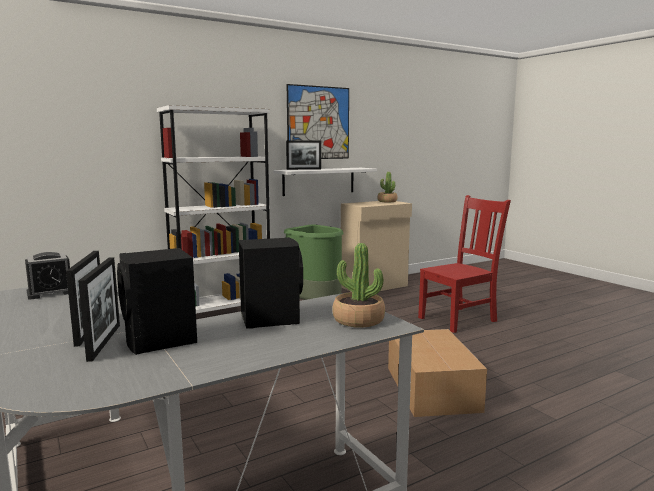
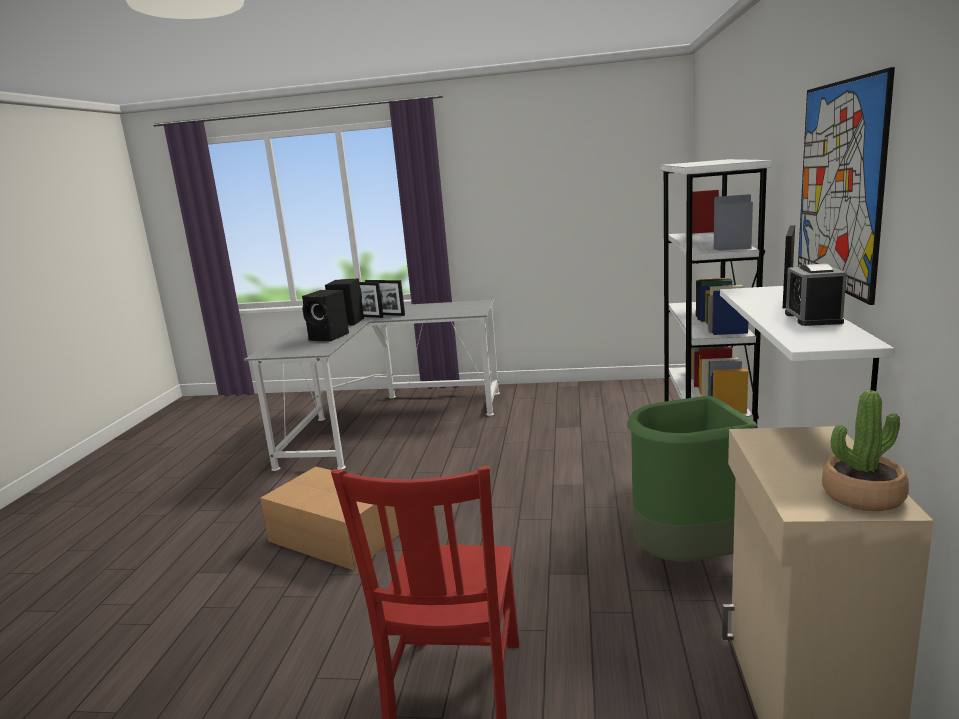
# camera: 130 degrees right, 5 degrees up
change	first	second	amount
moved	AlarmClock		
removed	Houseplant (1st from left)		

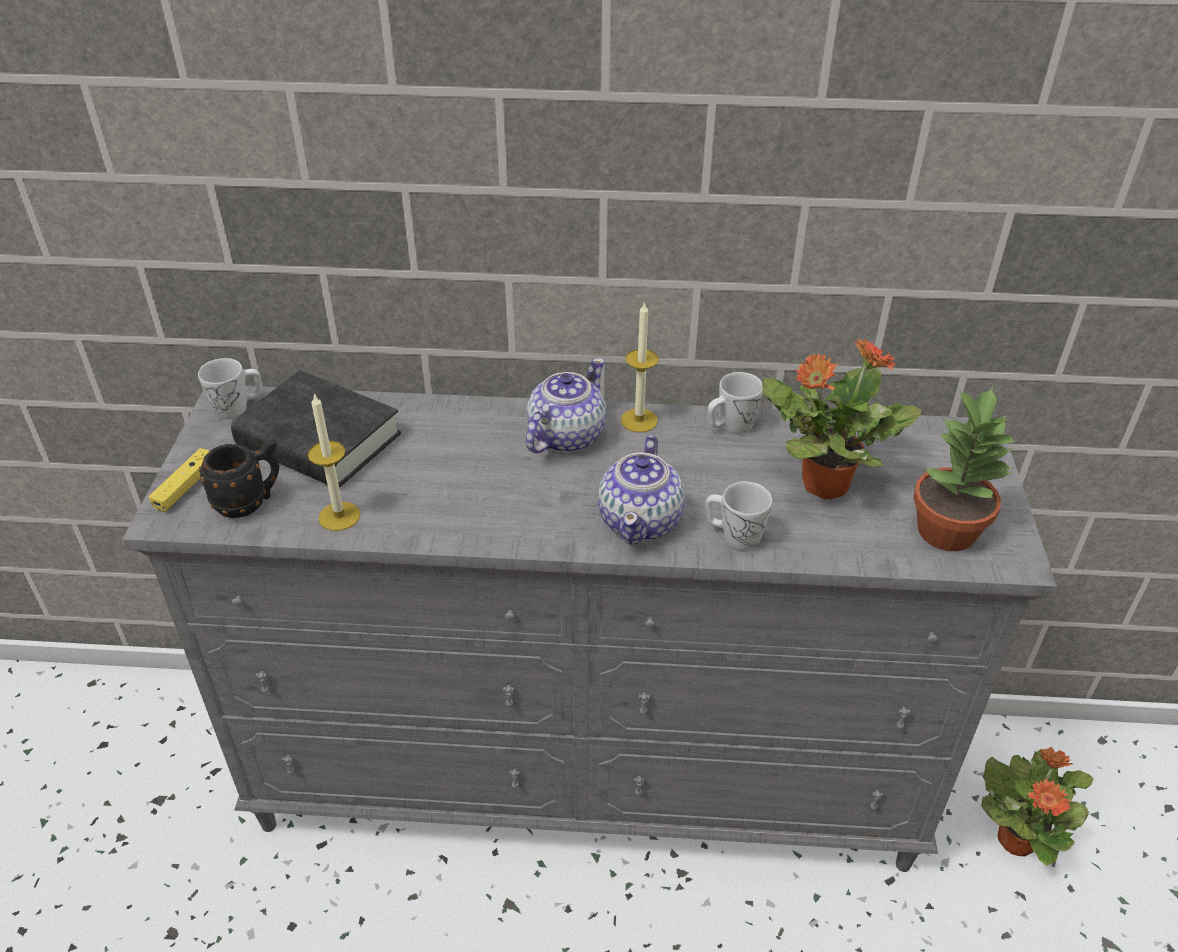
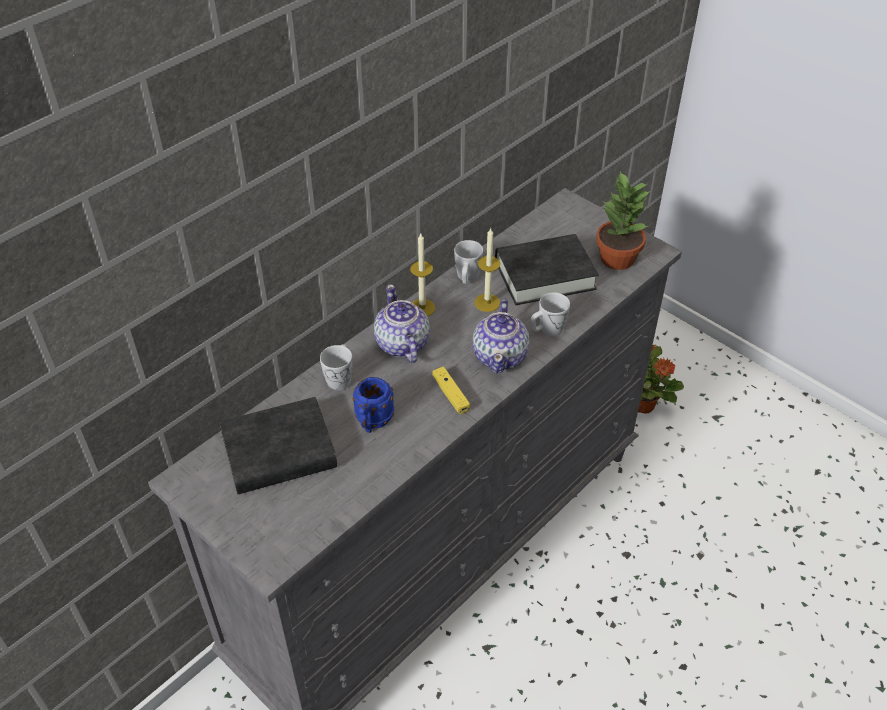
# camera: 50 degrees left, 5 degrees up
change	first	second	amount
moved	YellowColouredJoypad		
moved	WhiteMug (1st from left)		
removed	BlackishMug		
moved	Candle (1st from left in the first image)	Candle (2nd from left)	
turned	Teapot (2nd from left)		45 degrees clockwise
replaced	Houseplant (1st from left)	BlackishVolume (2nd from left)	
added		BlueColouredMug	

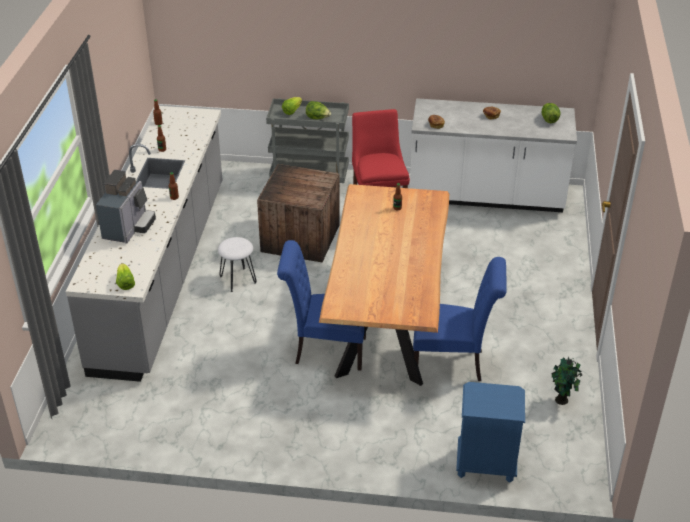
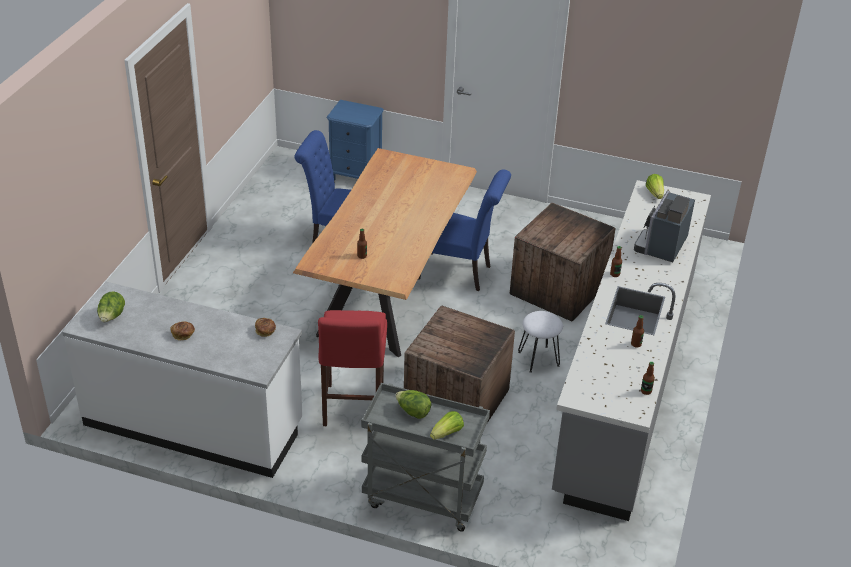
# camera: 170 degrees left, 0 degrees up
change	first	second	amount
removed	Houseplant		
added		PackingCrate (2nd from left)	

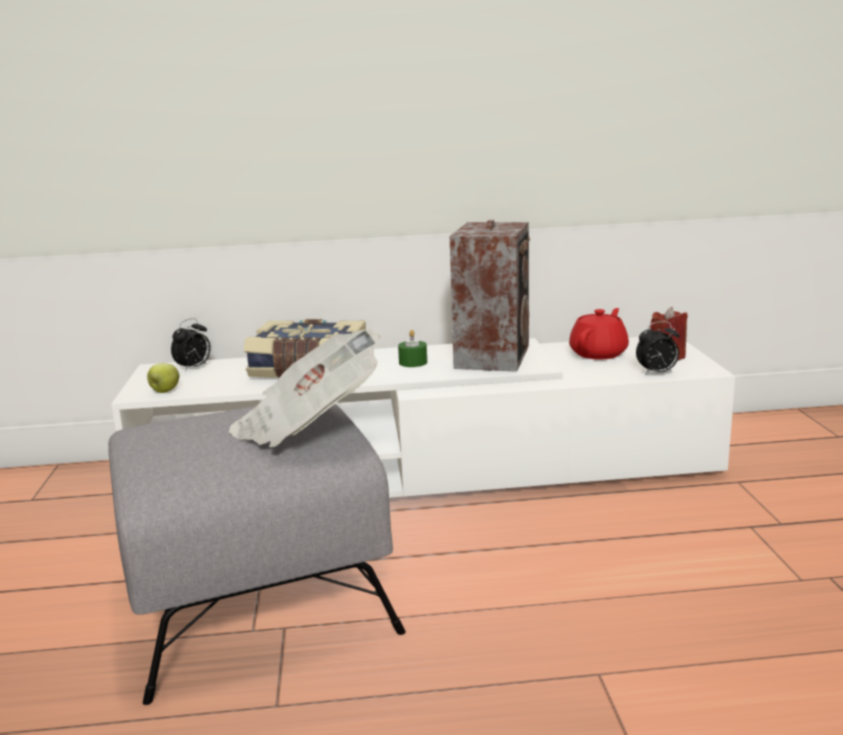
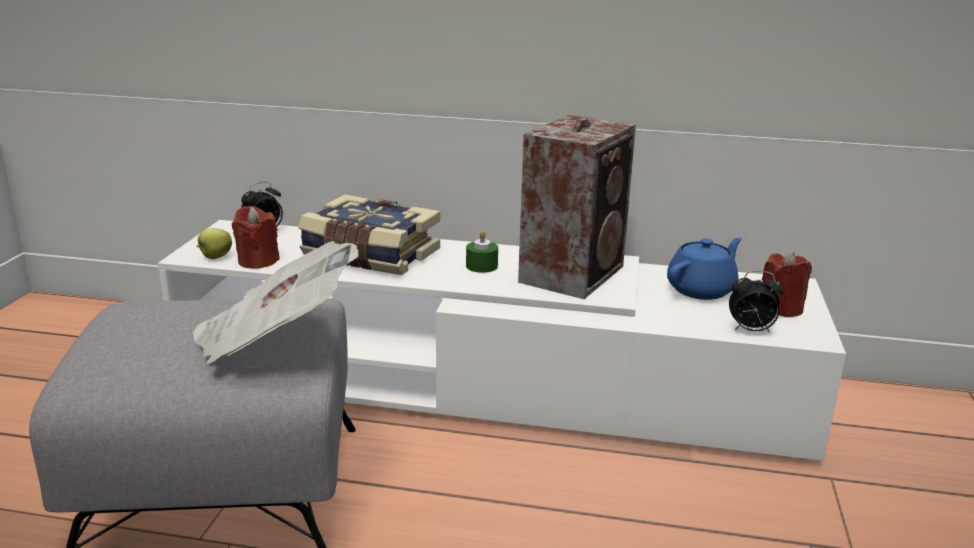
# camera: 15 degrees right, 5 degrees up
change	first	second	amount
recoloured	ReddishTeapot	BlueColouredTeapot	
added		ReddishCandle (1st from left)	

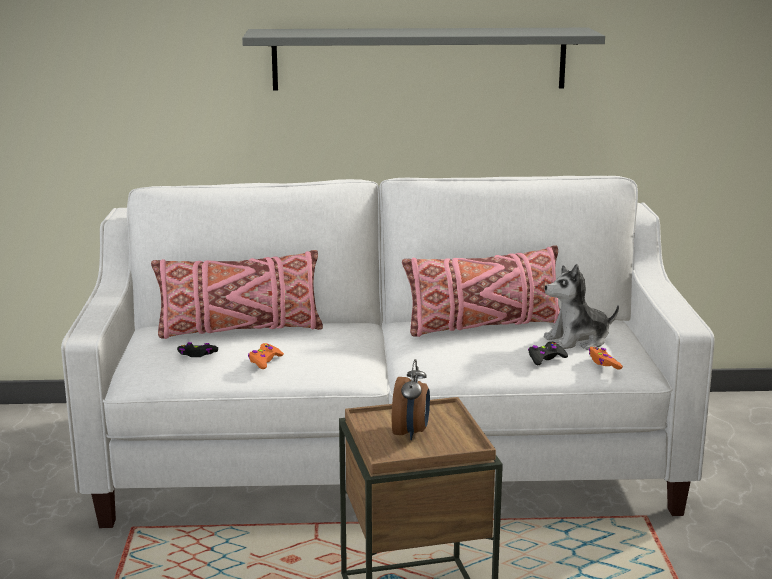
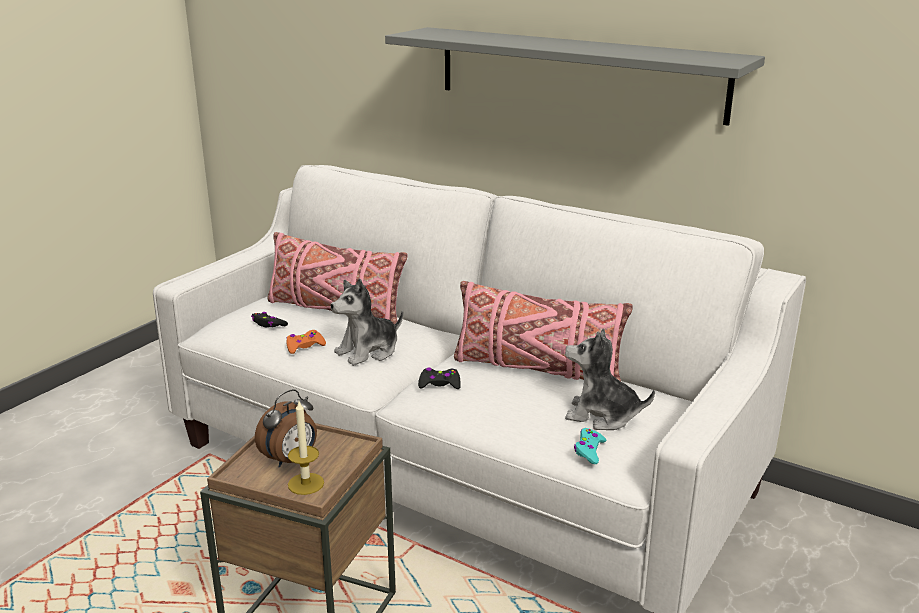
# camera: 35 degrees right, 5 degrees up
change	first	second	amount
moved	BlackishJoypad (2nd from left)		
recoloured	OrangeJoypad (2nd from left)	BlueGreenJoypad	
added		Candle	
added		SoftToy (1st from left)	

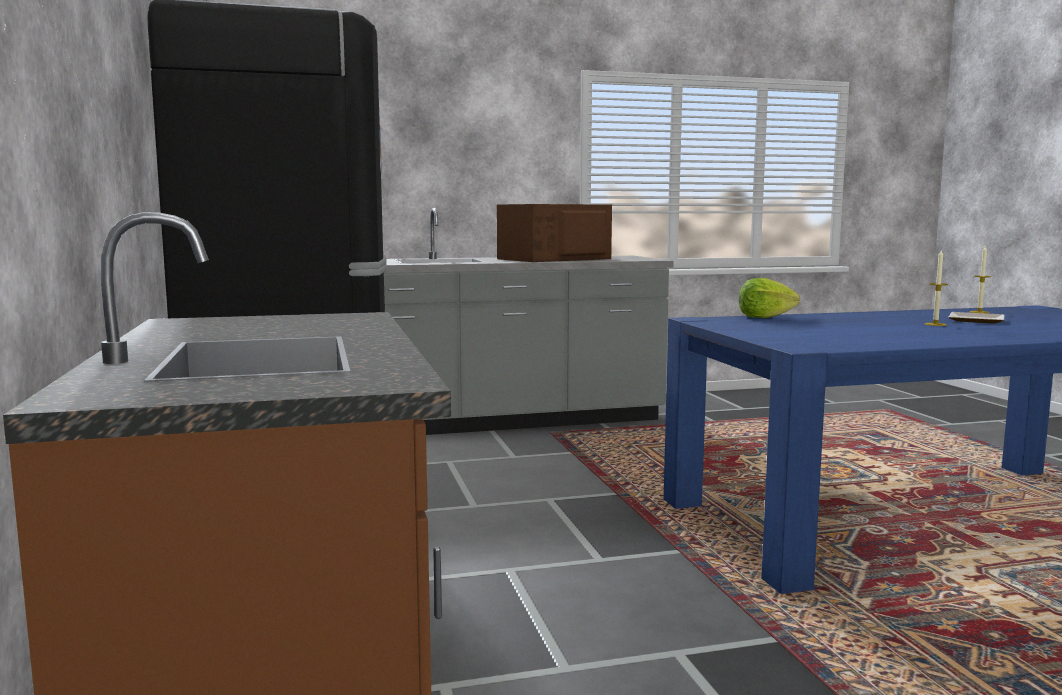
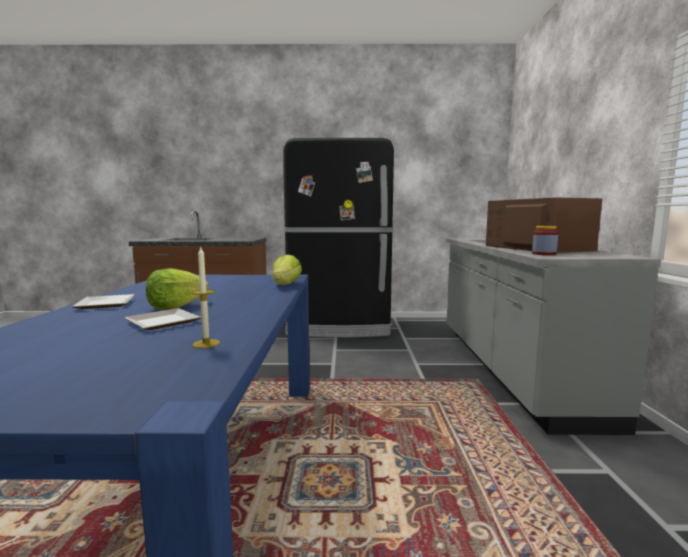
# camera: 105 degrees right, 0 degrees up
change	first	second	amount
replaced	Candle (1st from left)	LettuceHead (1st from left)	
added		DinnerPlate (1st from left)	
added		PreserveJar	

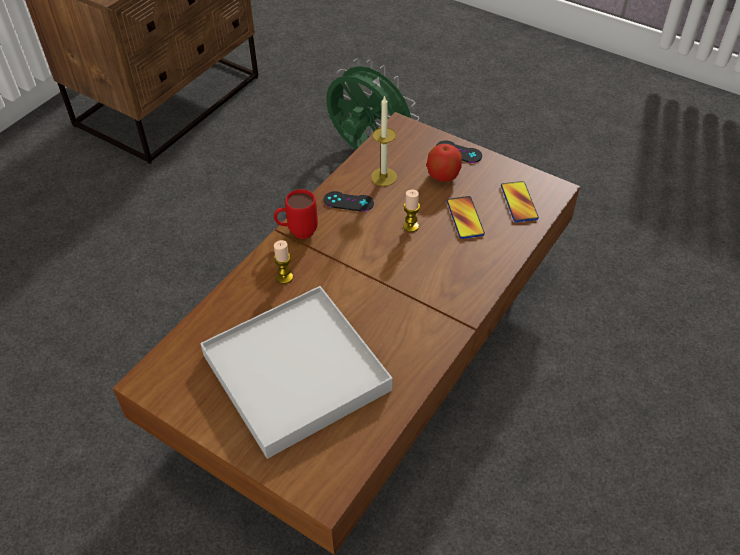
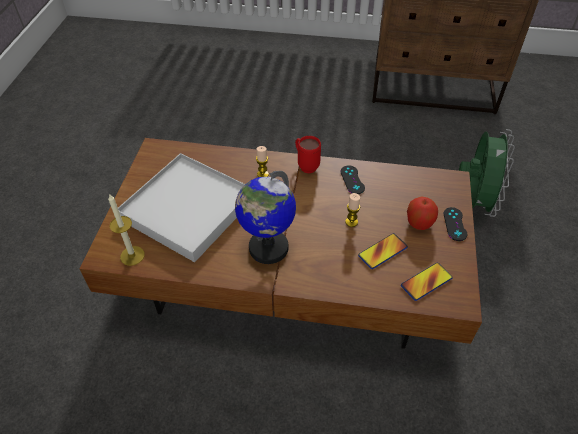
# camera: 65 degrees right, 0 degrees up
change	first	second	amount
moved	Candle (2nd from left in the first image)	Candle (1st from left)	
added		WorldGlobe	

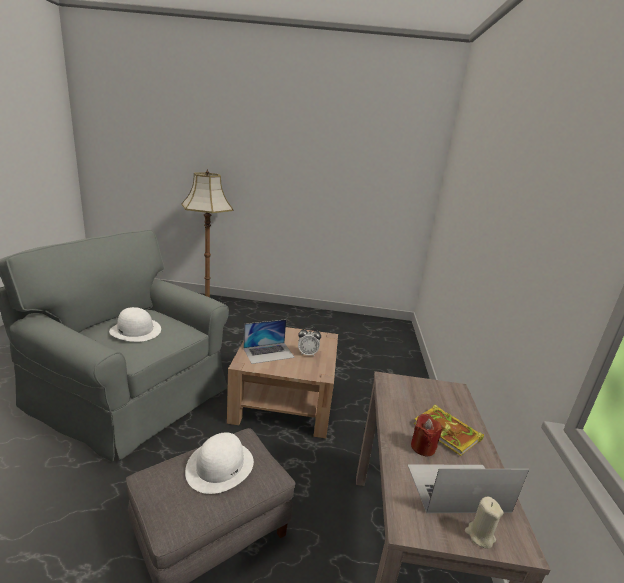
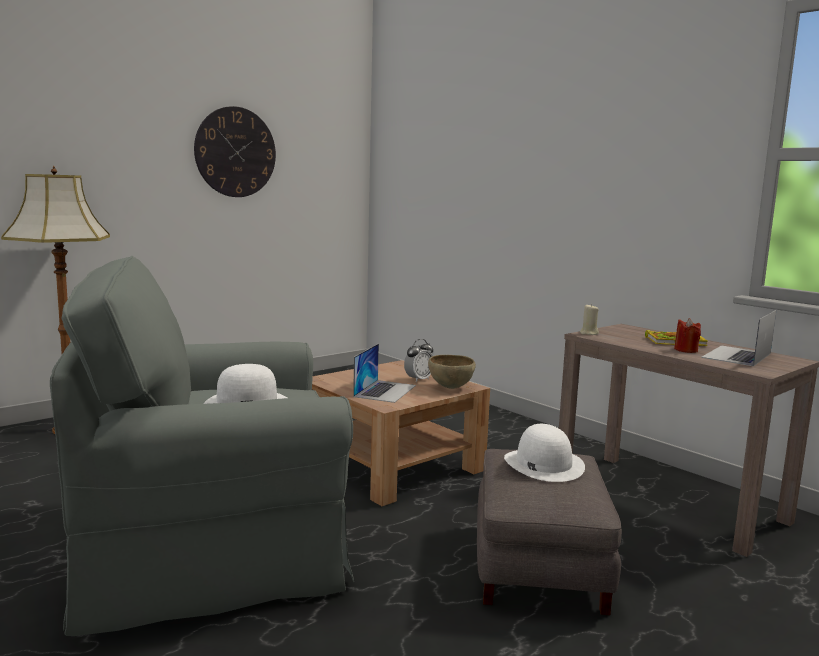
# camera: 45 degrees left, 10 degrees down
change	first	second	amount
moved	BeigeCandle		
added		ClockOnTheWall	
added		BrownishServingBowl	

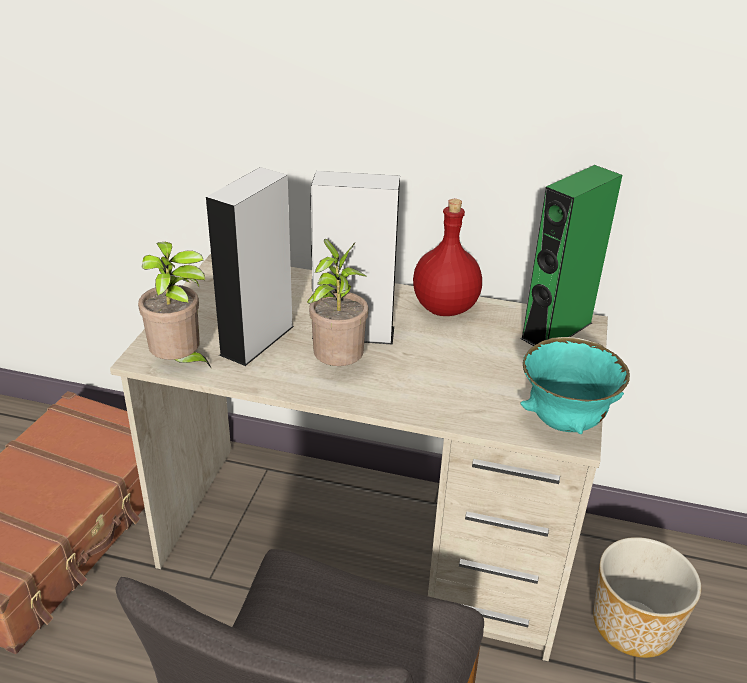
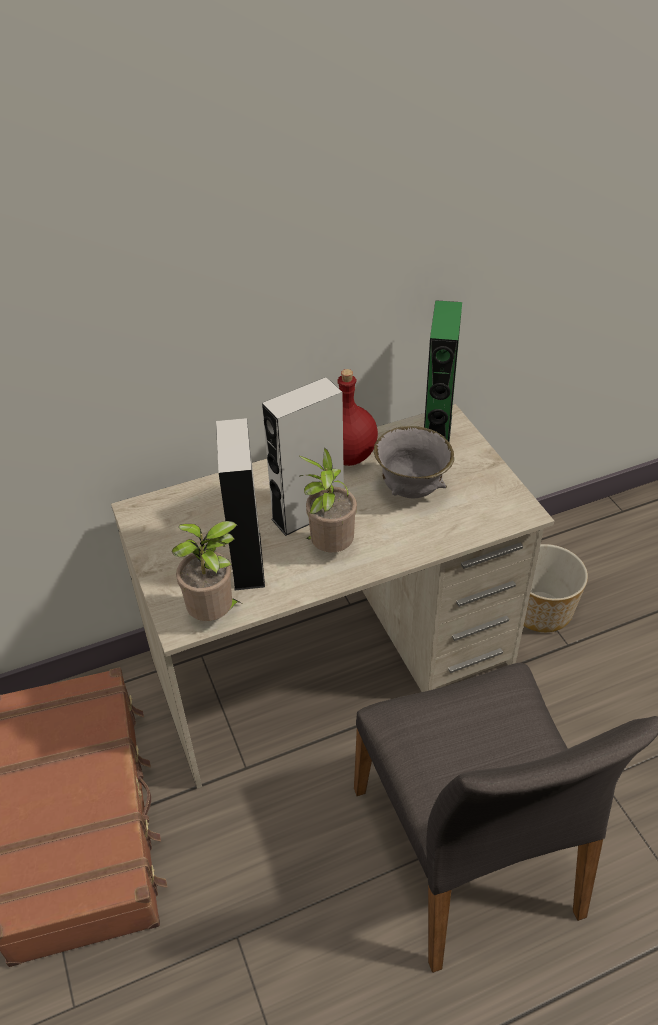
# camera: 35 degrees left, 10 degrees up
change	first	second	amount
removed	BlueGreenServingBowl		
added		GrayServingBowl	

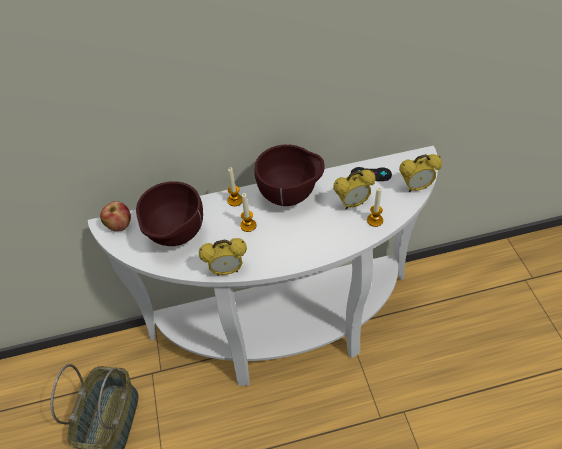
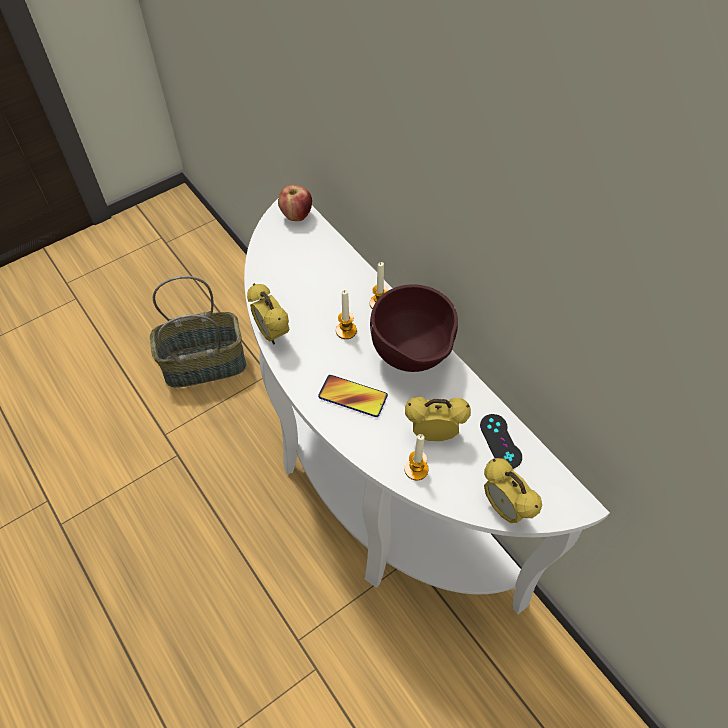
# camera: 65 degrees right, 5 degrees up
change	first	second	amount
removed	BrownishServingBowl (1st from left)		
turned	AlarmClock (2nd from left)		135 degrees clockwise
added		Telephone	

